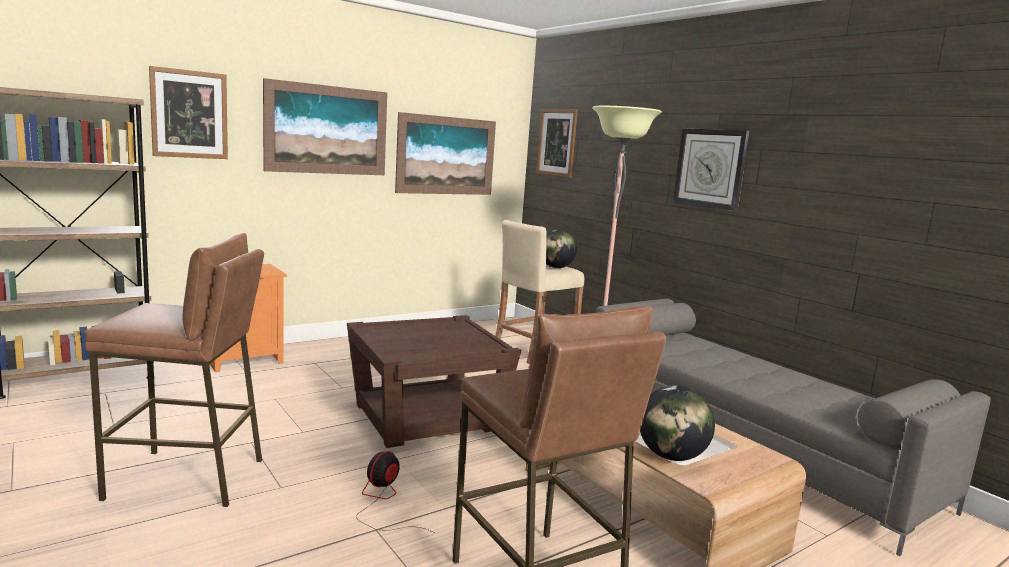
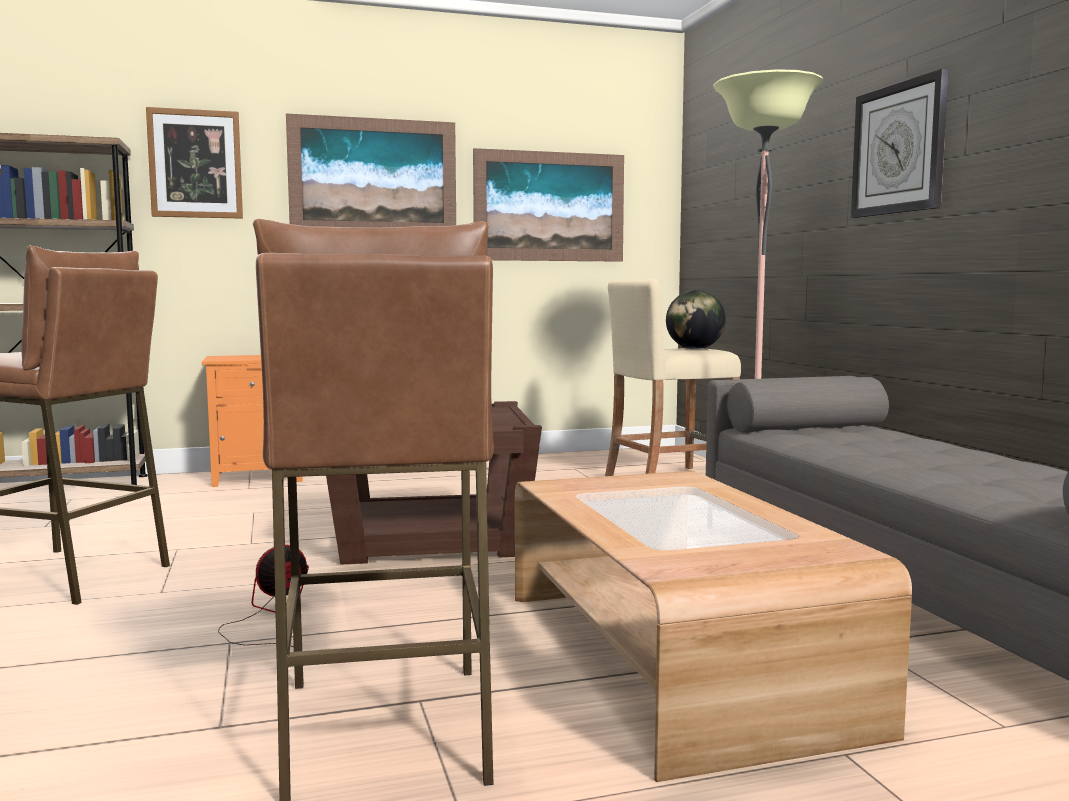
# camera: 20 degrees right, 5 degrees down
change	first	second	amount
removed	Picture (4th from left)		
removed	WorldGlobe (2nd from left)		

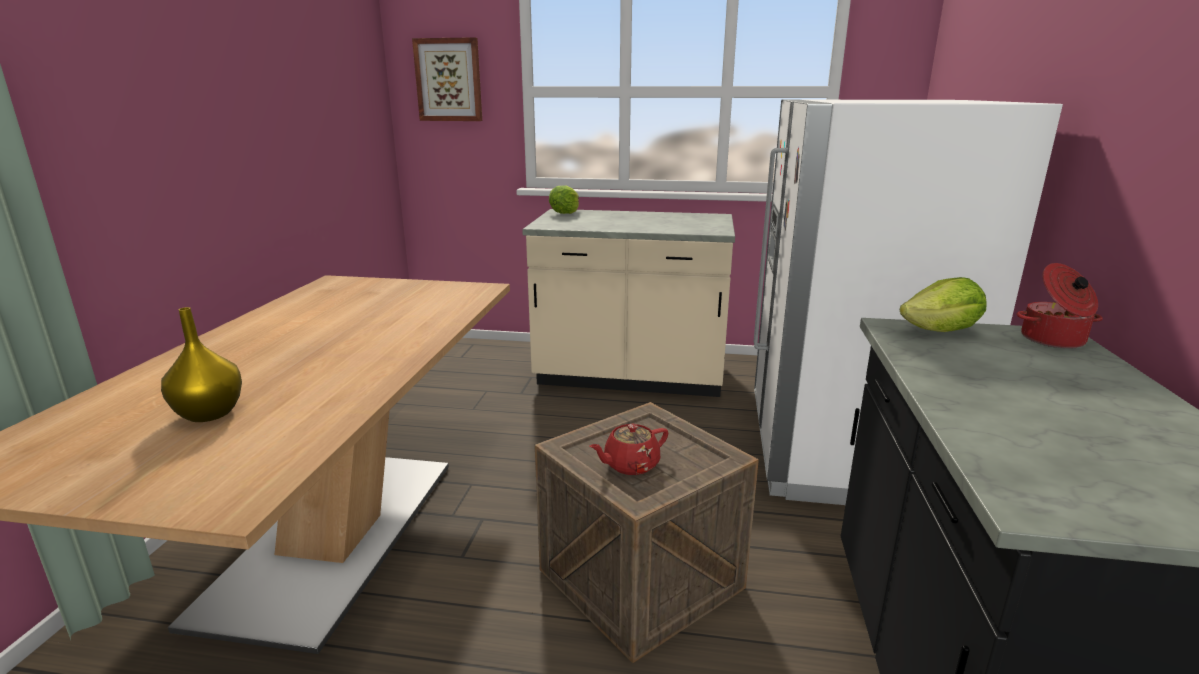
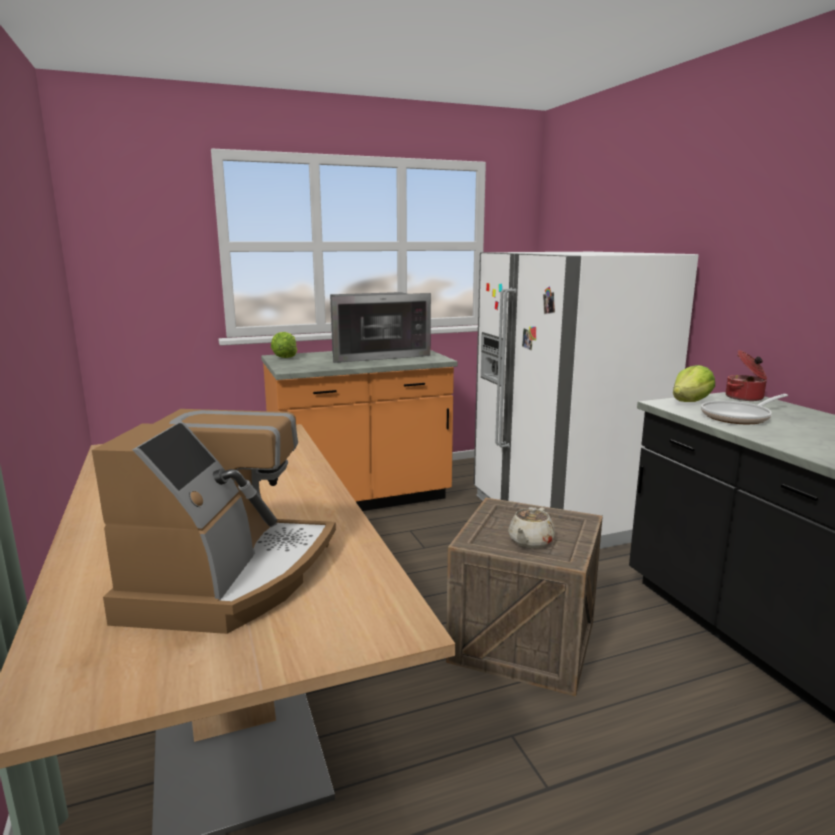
# camera: 30 degrees left, 5 degrees down
change	first	second	amount
replaced	YellowColouredVase	CoffeeBrewer	
removed	Picture		
recoloured	BeigeKitchenBaseUnit	OrangeKitchenBaseUnit	
recoloured	ReddishTeapot	BeigeTeapot	
added		Microwave	
added		FryingPan	

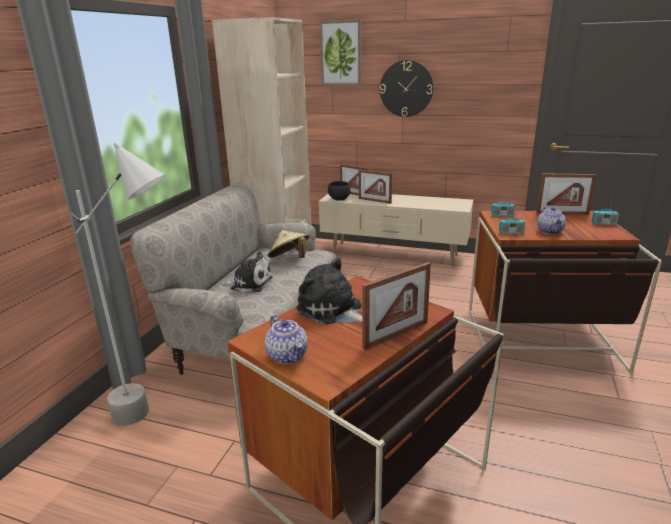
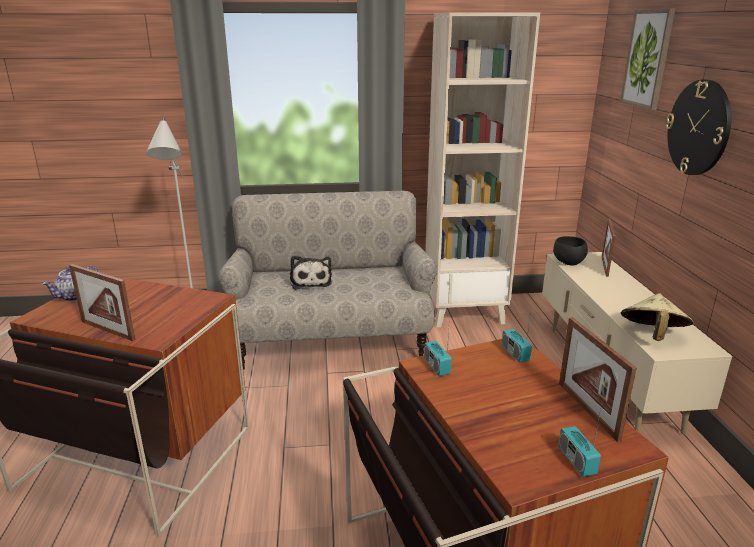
# camera: 65 degrees right, 0 degrees up
change	first	second	amount
moved	BeigeClothingHat		
removed	SoftToy (2nd from left)		
removed	PictureFrame (2nd from left)		
removed	Teapot (2nd from left)		

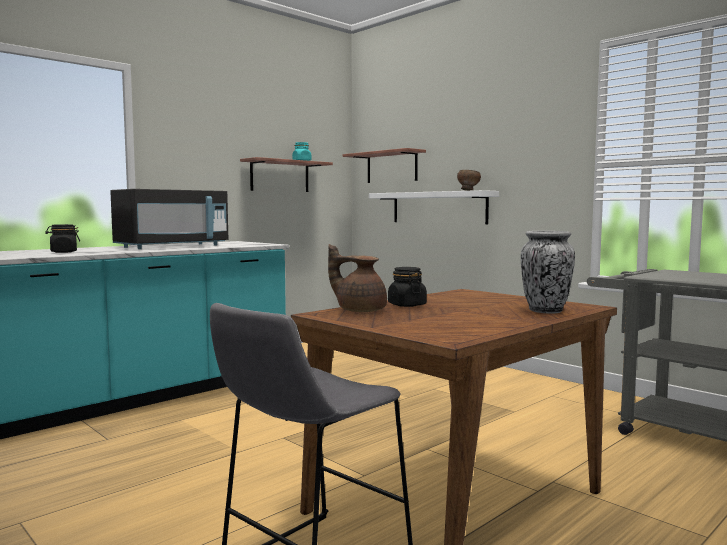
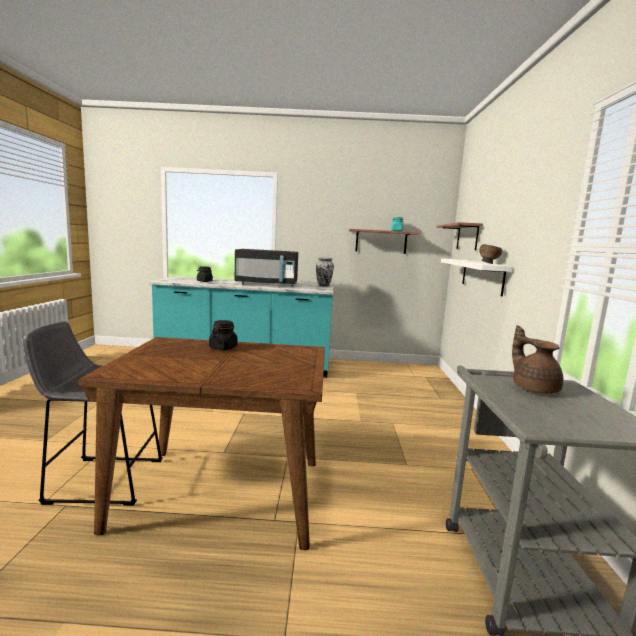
# camera: 45 degrees right, 5 degrees up
change	first	second	amount
moved	BrownishTeapot		
moved	Vase		

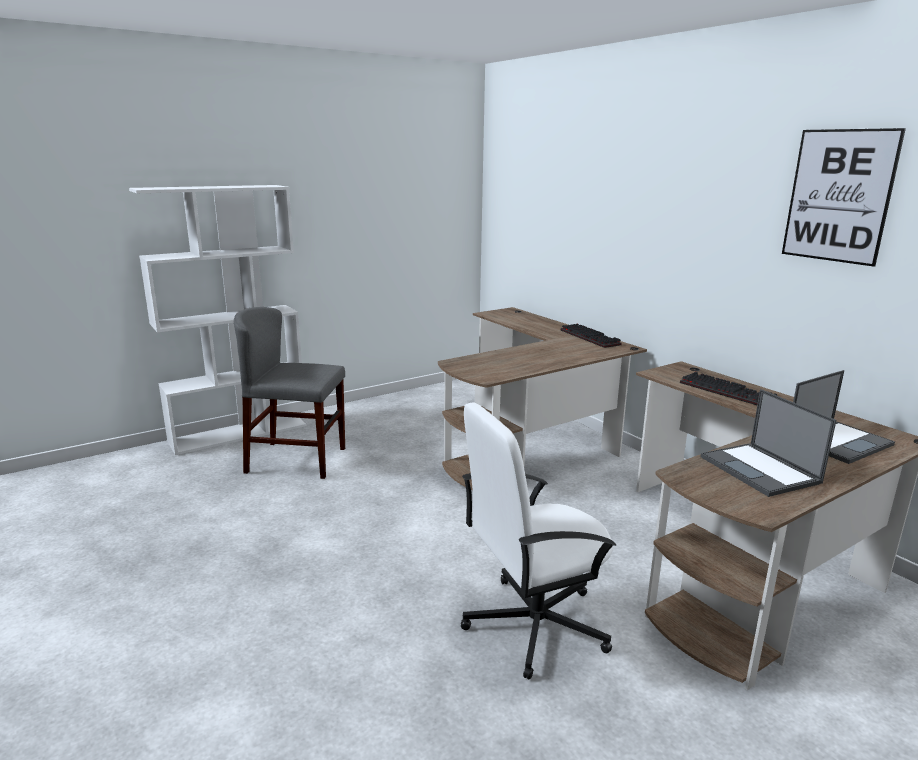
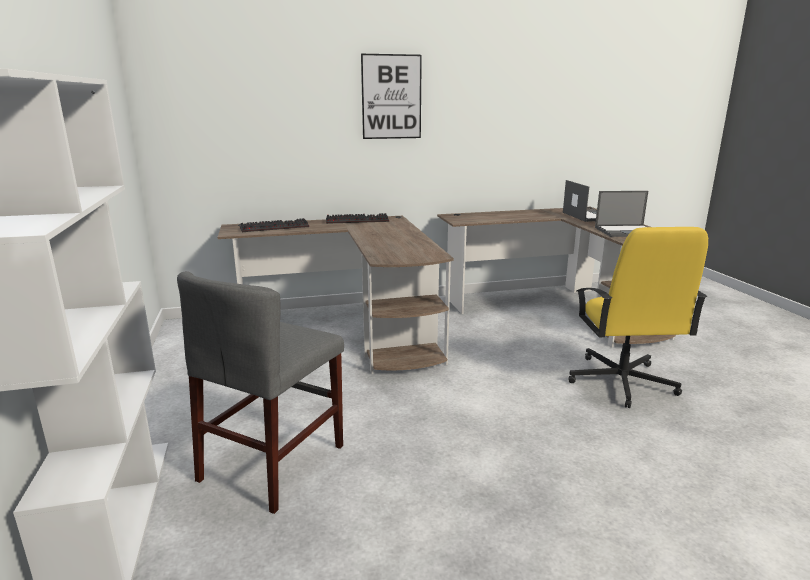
# camera: 70 degrees left, 0 degrees up
change	first	second	amount
recoloured	WhiteDeskChair	YellowColouredDeskChair	
moved	ComputerKeyboard (2nd from left in the first image)	ComputerKeyboard (1st from left)	
moved	Picture		

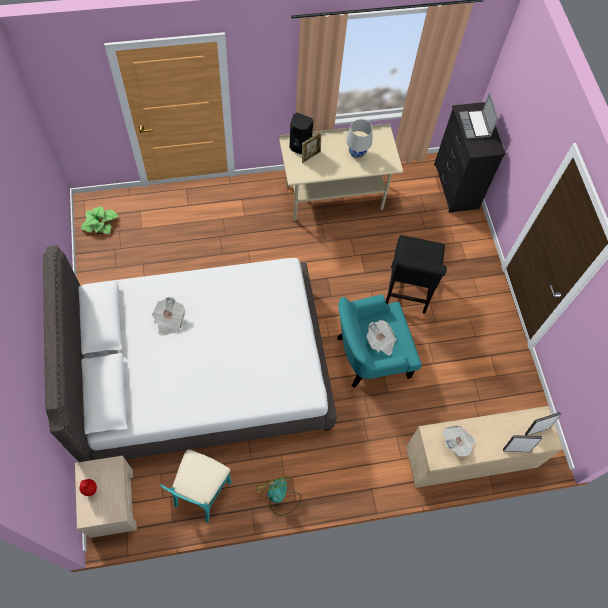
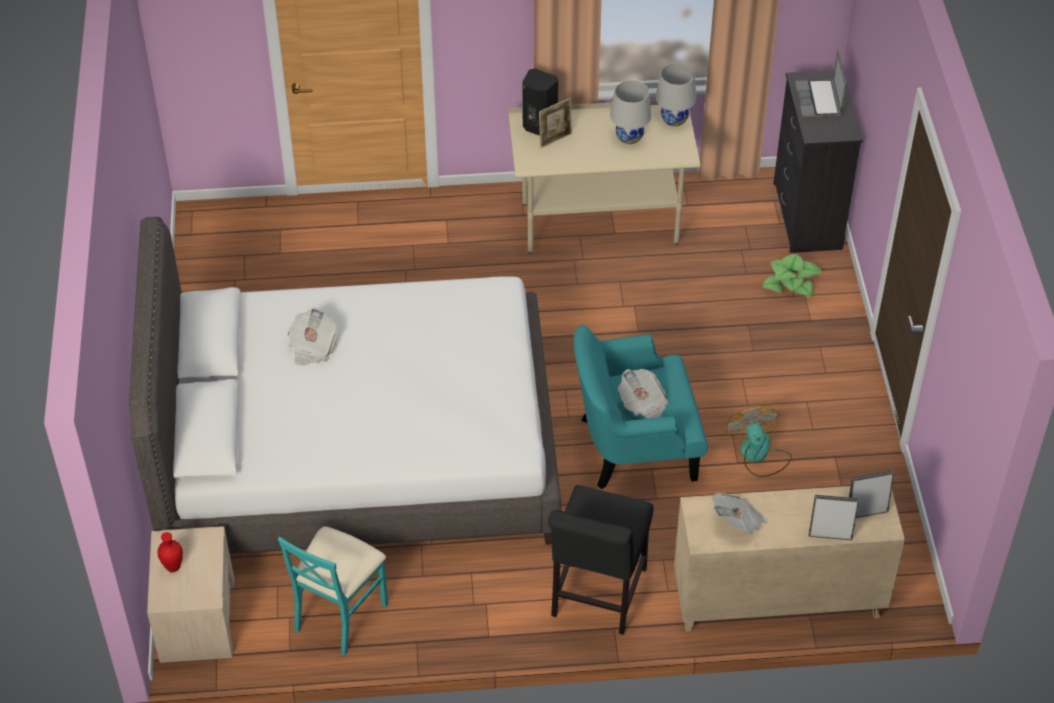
# camera: 10 degrees right, 15 degrees down
change	first	second	amount
moved	Houseplant		
moved	ElectricFan		
moved	BlackishChair		
added		WhiteTableLamp (2nd from left)	

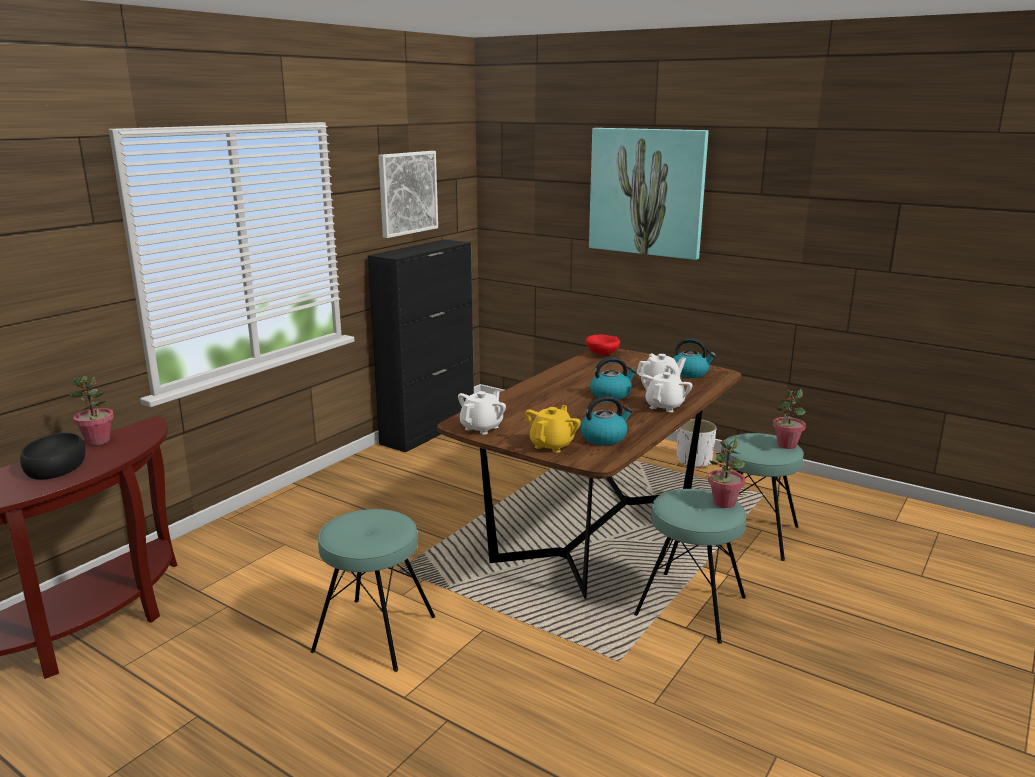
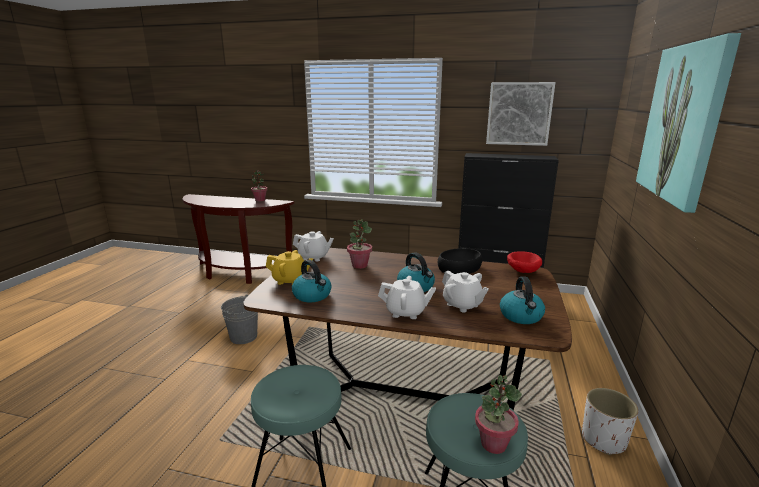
# camera: 70 degrees right, 0 degrees up
change	first	second	amount
moved	BlackishServingBowl		
replaced	BlueGreenStoolSeat (1st from left)	GrayBucket	
moved	Houseplant (2nd from left)		

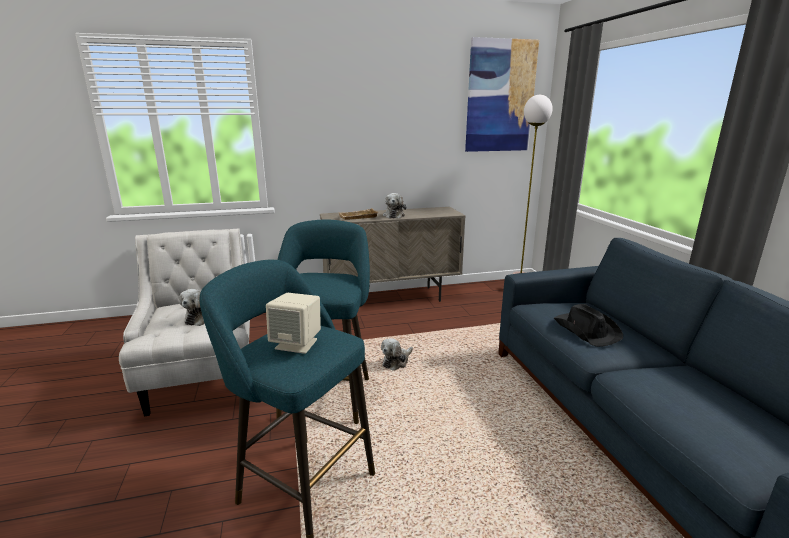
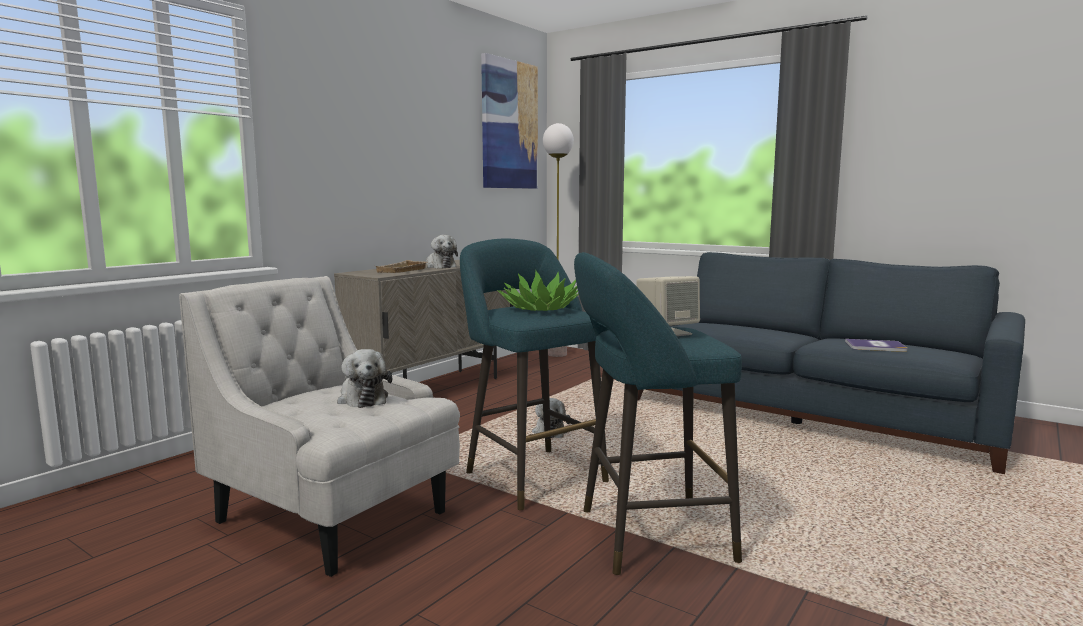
# camera: 40 degrees left, 10 degrees down
change	first	second	amount
removed	BlackishClothingHat		
added		Houseplant	
added		Volume	

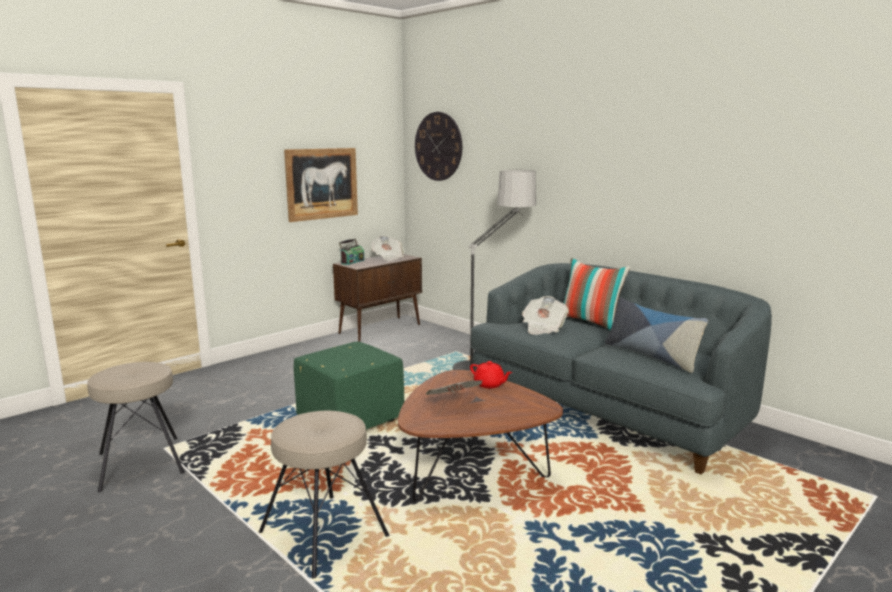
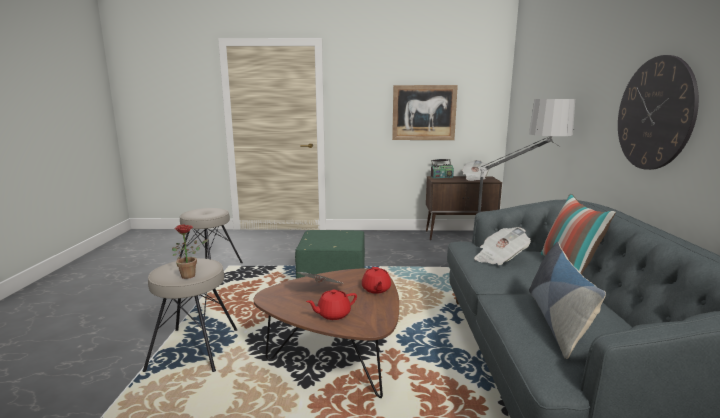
# camera: 45 degrees right, 0 degrees up
change	first	second	amount
moved	ClockOnTheWall		
added		Houseplant	
added		ReddishTeapot (1st from left)	

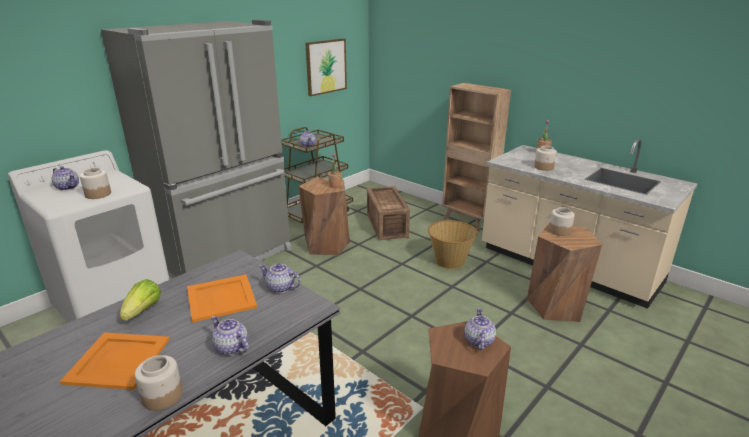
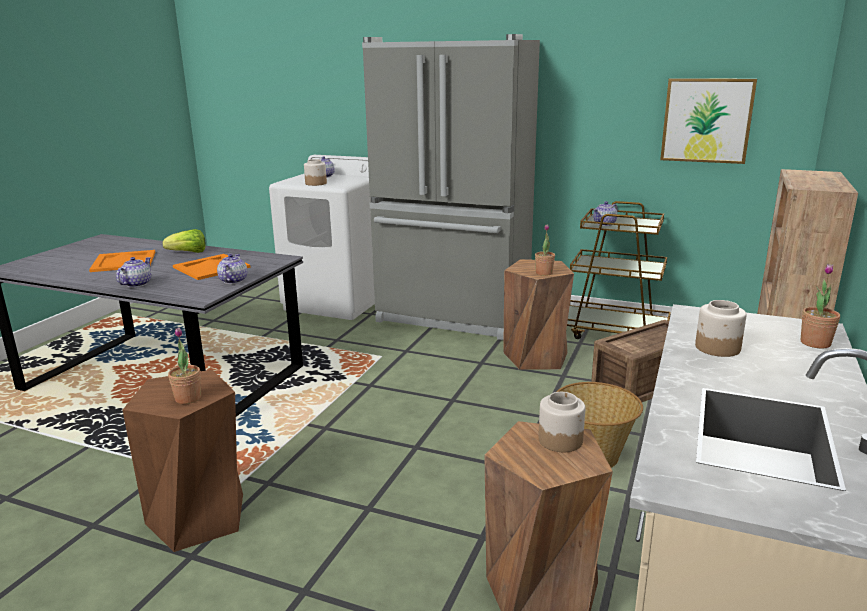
# camera: 70 degrees right, 5 degrees down
change	first	second	amount
removed	PreserveJar (2nd from left)		
replaced	Teapot (5th from left)	Houseplant (1st from left)	

